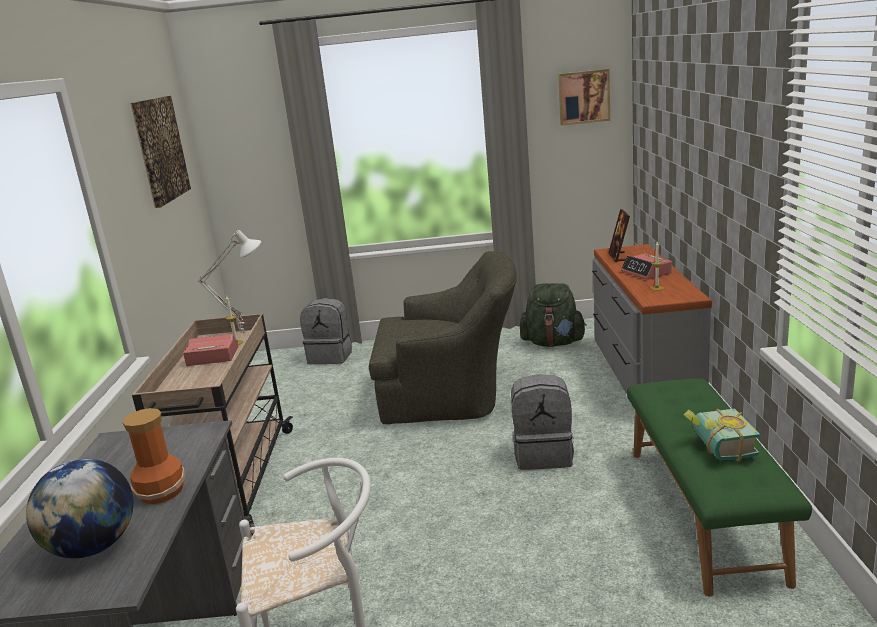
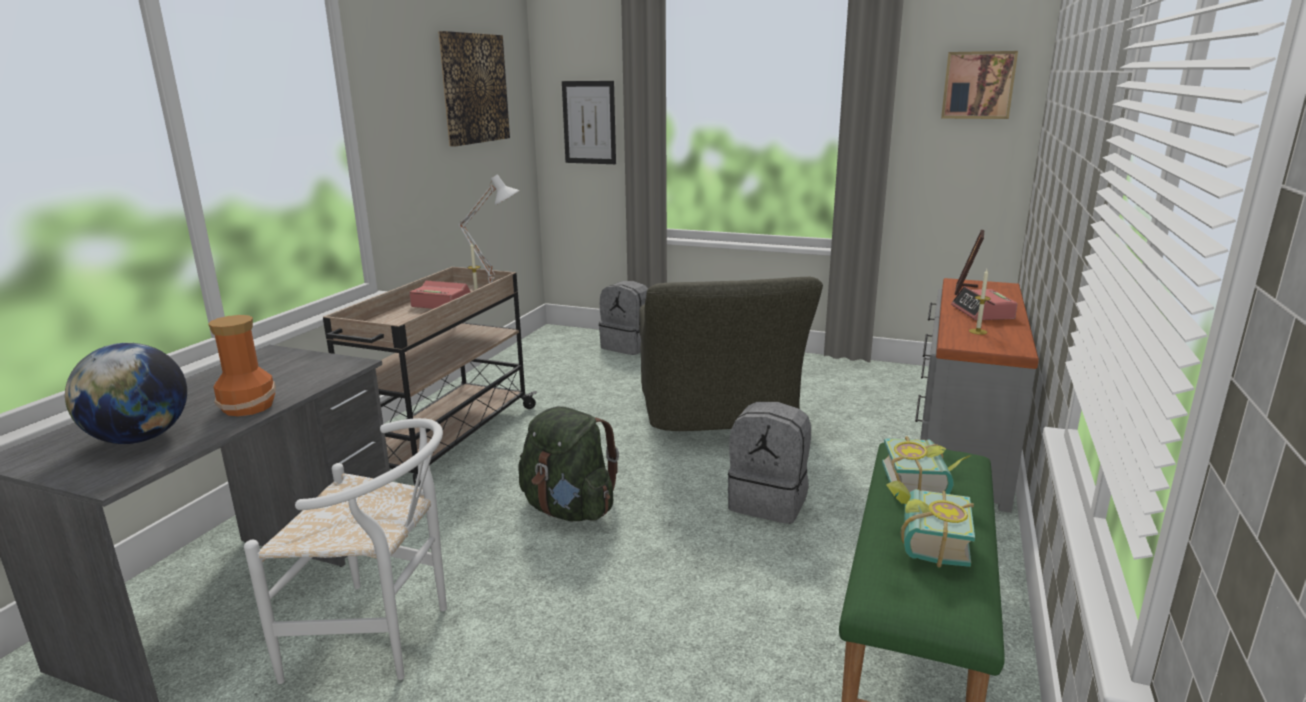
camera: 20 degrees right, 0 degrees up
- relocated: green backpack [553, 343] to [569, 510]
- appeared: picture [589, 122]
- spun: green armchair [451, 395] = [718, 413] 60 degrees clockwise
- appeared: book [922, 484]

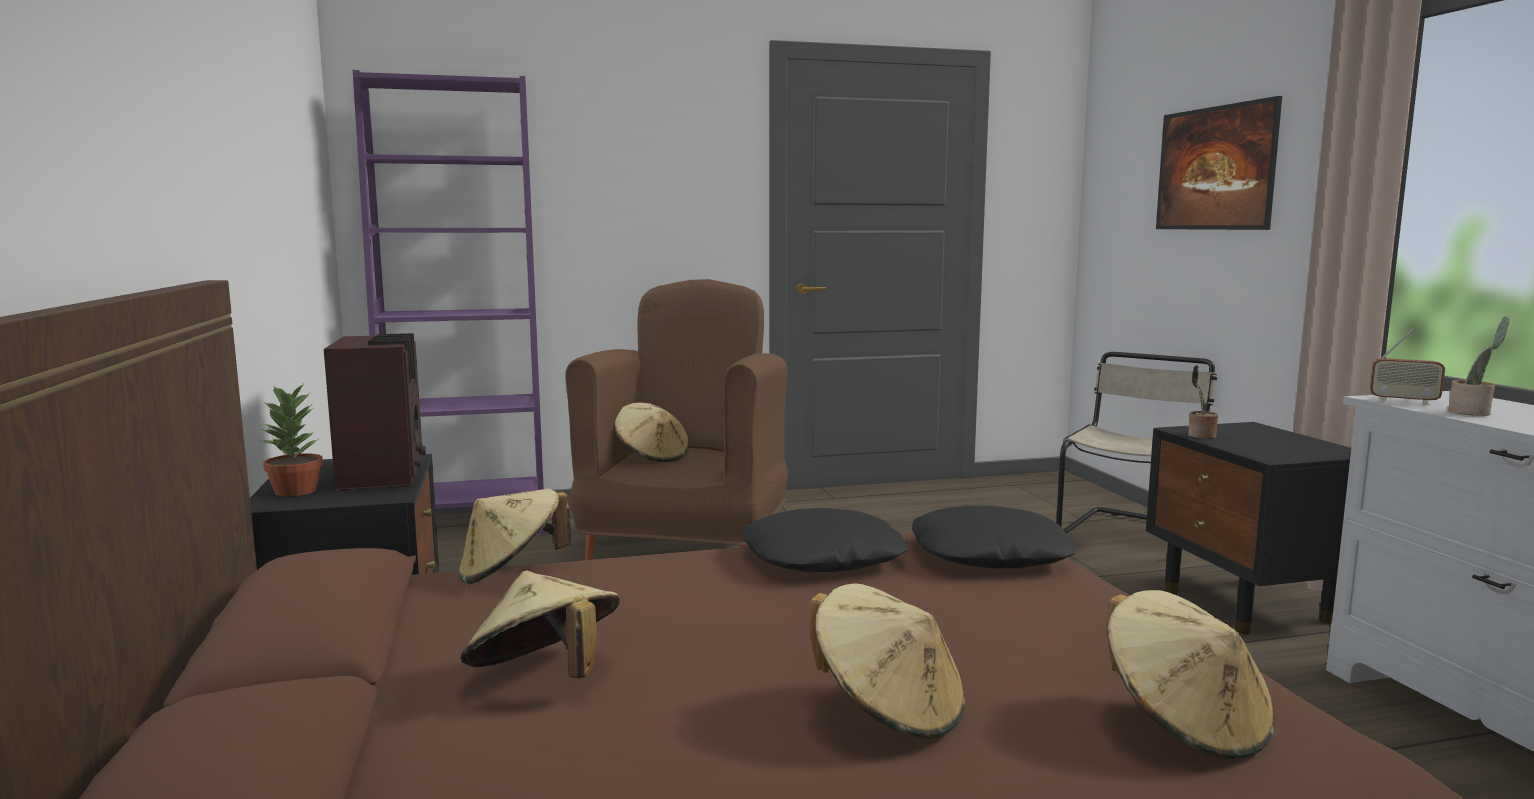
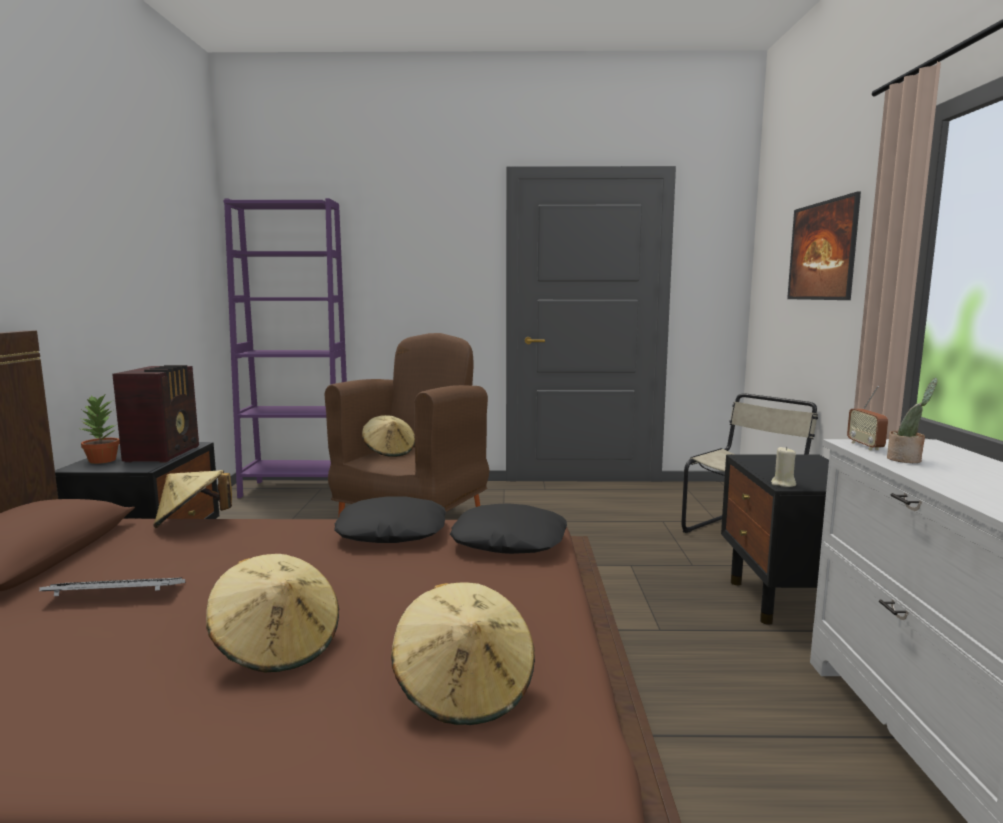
camera: 15 degrees right, 0 degrees up
- exchanged: beige hat [545, 677] to keyboard [115, 594]
- appeared: beige candle [783, 484]
- spun: radio [1403, 401] = [865, 446] 45 degrees clockwise
- missing: potted plant [1200, 436]

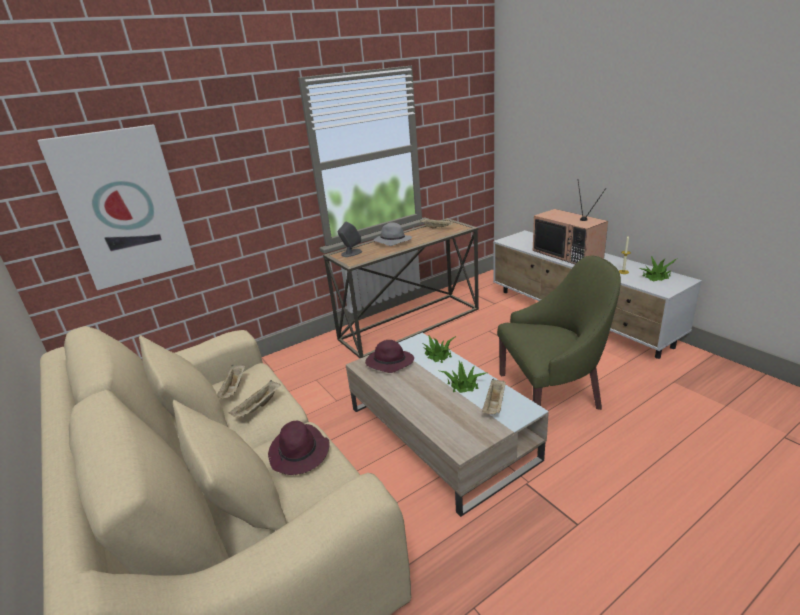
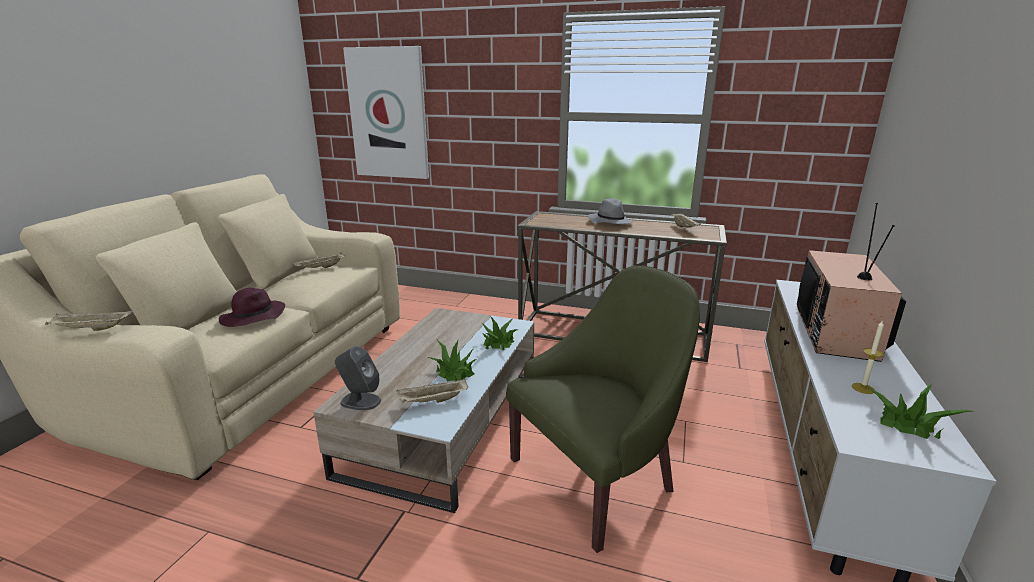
camera: 50 degrees right, 5 degrees down
- relocated: beige tray [258, 407] to [91, 329]
- relocated: grey speaker [351, 253] to [360, 401]
- spun: green armchair [551, 393] = [596, 478] 75 degrees counterclockwise
- missing: purple hat [389, 363]

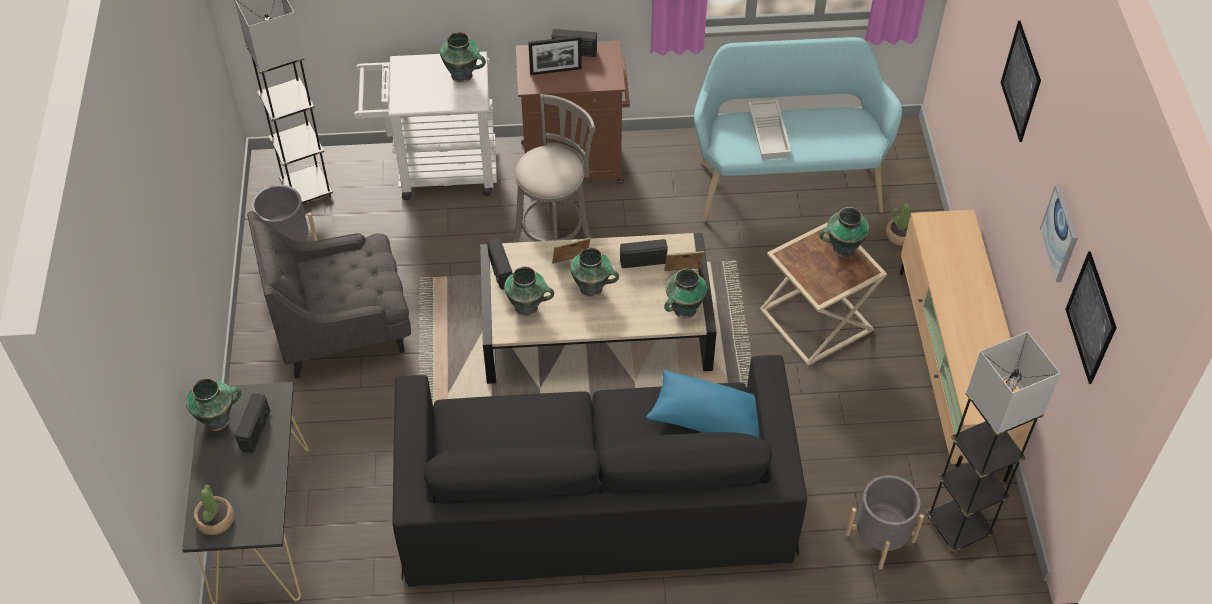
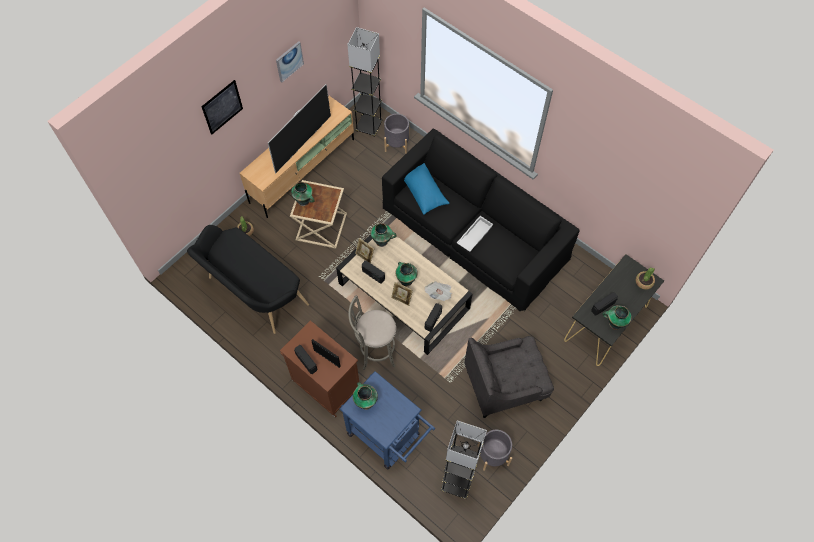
camera: 135 degrees left, 10 degrees up
- colour: turquoise bench [786, 181] to black bench [253, 293]
- appeared: television [303, 144]
- colour: white cart [436, 170] to blue cart [388, 438]
- exchanged: vase [528, 307] to newspaper [439, 294]
- relocated: white tray [770, 133] to [474, 235]
- spun: grey armchair [343, 329] = [505, 385] 135 degrees clockwise
- missing: picture [1091, 318]

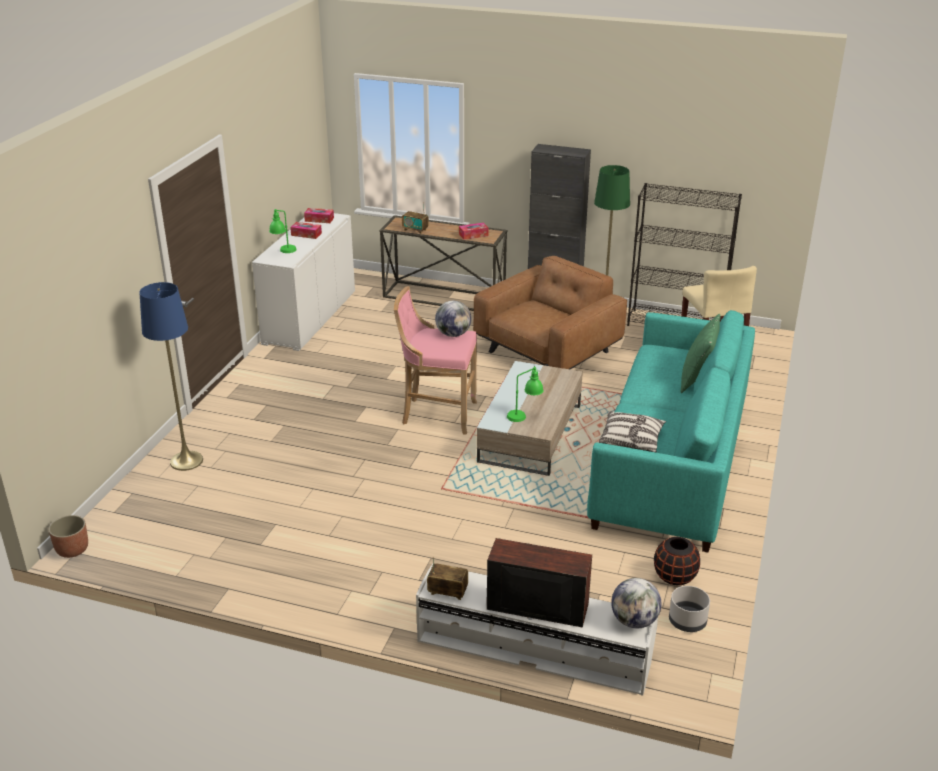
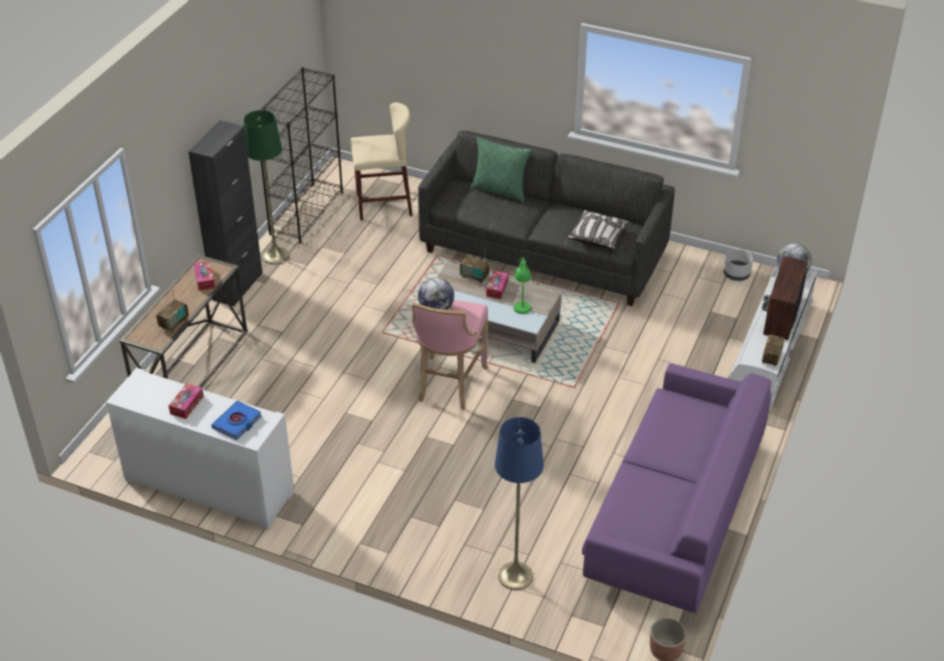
camera: 85 degrees left, 10 degrees up
- exchanged: green table lamp [284, 252] to blue book [237, 423]
- colour: turquoise sofa [671, 463] to grey sofa [543, 252]
- appeared: radio [474, 277]
- relocated: tissue box [319, 219] to [497, 288]
- appeared: purple sofa [673, 513]
- missing: brown armchair [548, 352]
- missing: black vase [674, 577]

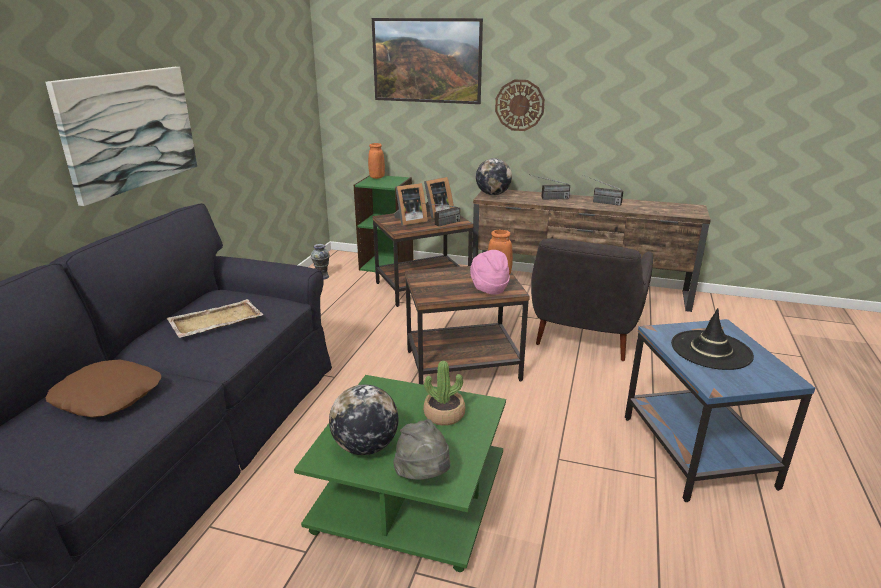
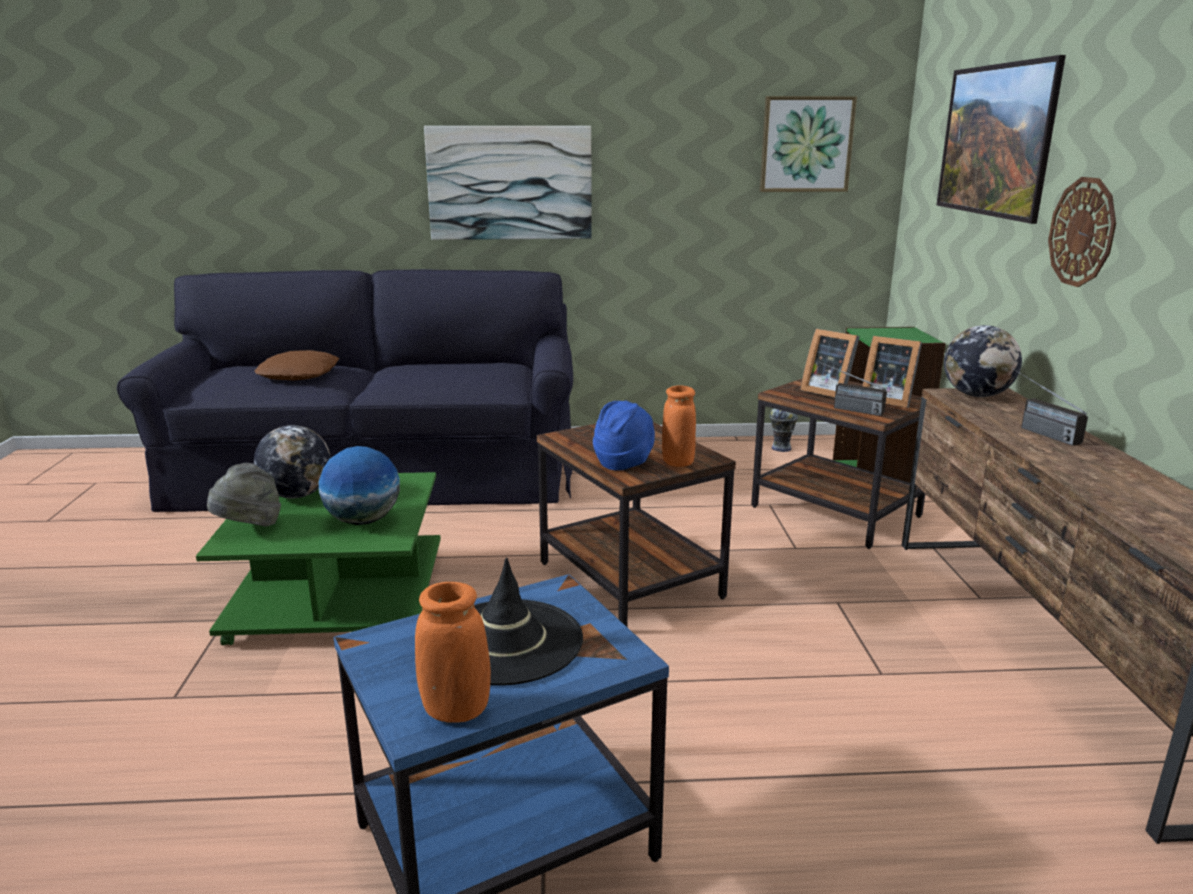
camera: 70 degrees right, 5 degrees down
- exchanged: potted plant [444, 414] to globe [363, 521]
- relocated: orange vase [377, 177] to [455, 710]
- colour: pink hat [488, 288] to blue hat [624, 462]
- appeared: picture [806, 144]
- missing: beige tray [215, 321]
- missing: grey armchair [584, 337]
- missing: radio [599, 202]

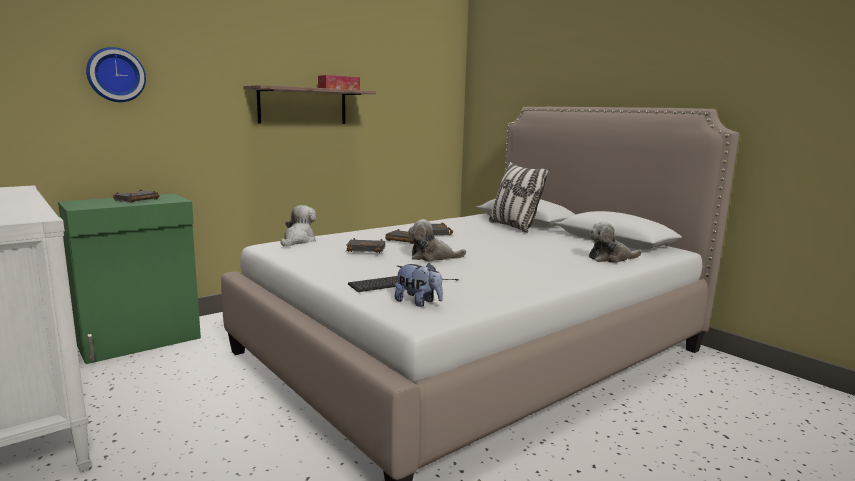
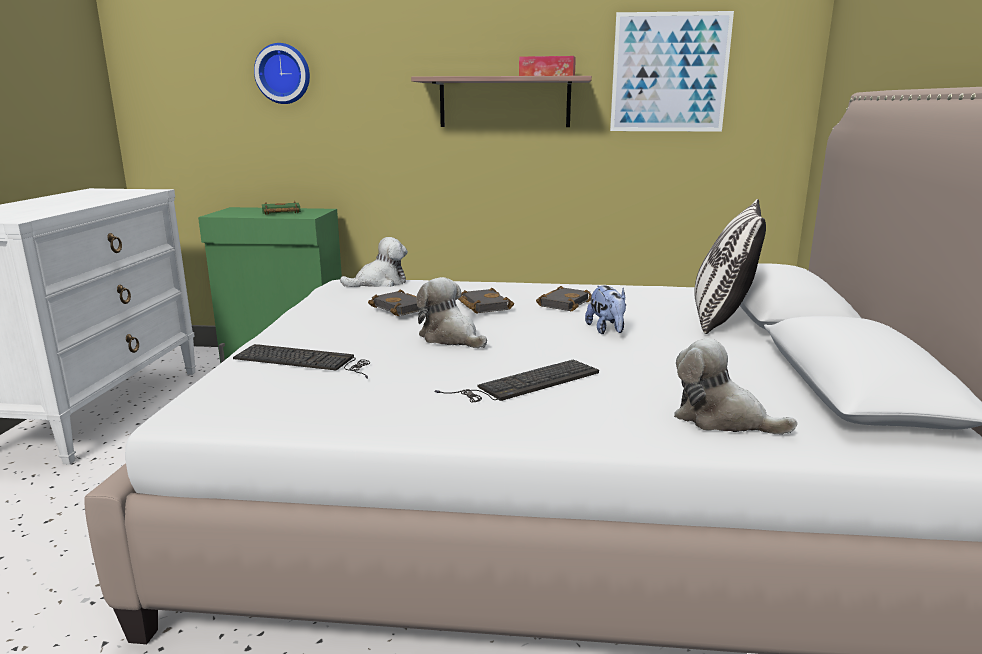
camera: 45 degrees right, 5 degrees up
- colour: black book [136, 200] to green book [280, 212]
- appeared: keyboard [525, 383]
- relocated: plush toy [418, 302] to [607, 330]
- appeared: picture [669, 73]

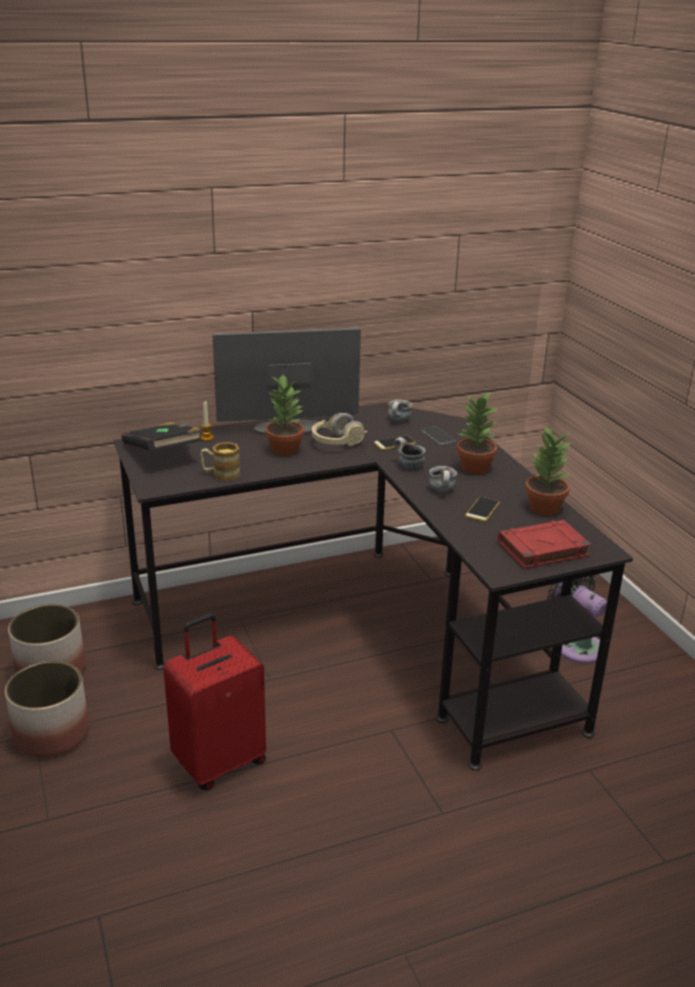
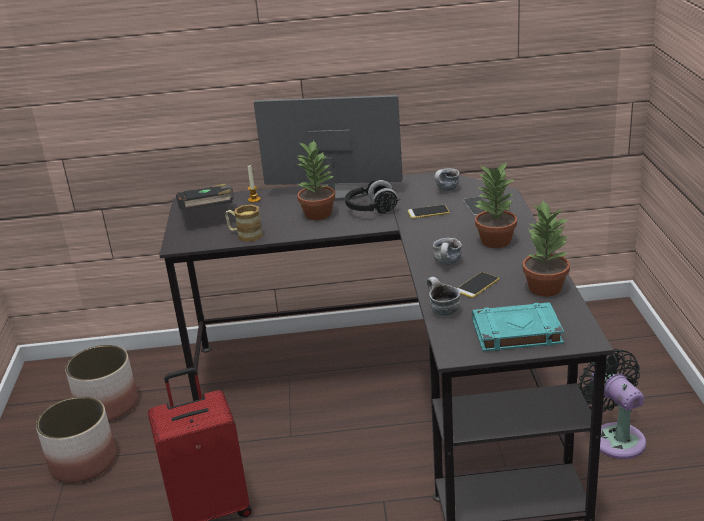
camera: 20 degrees right, 0 degrees up
- colour: beige headphones [337, 443] to black headphones [372, 210]
- relocated: mug [407, 465] to [441, 310]
- colour: red book [542, 549] to turquoise book [515, 332]

